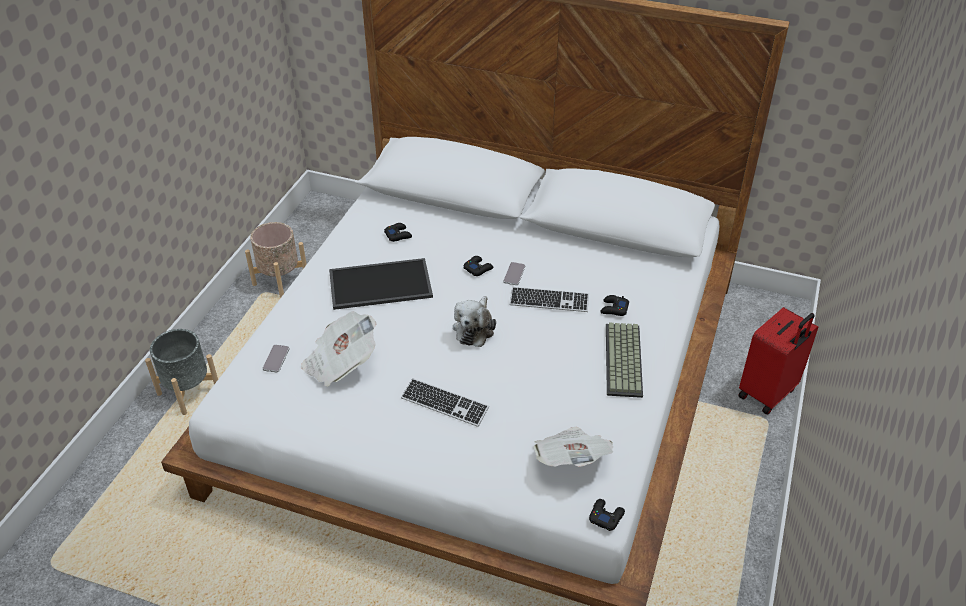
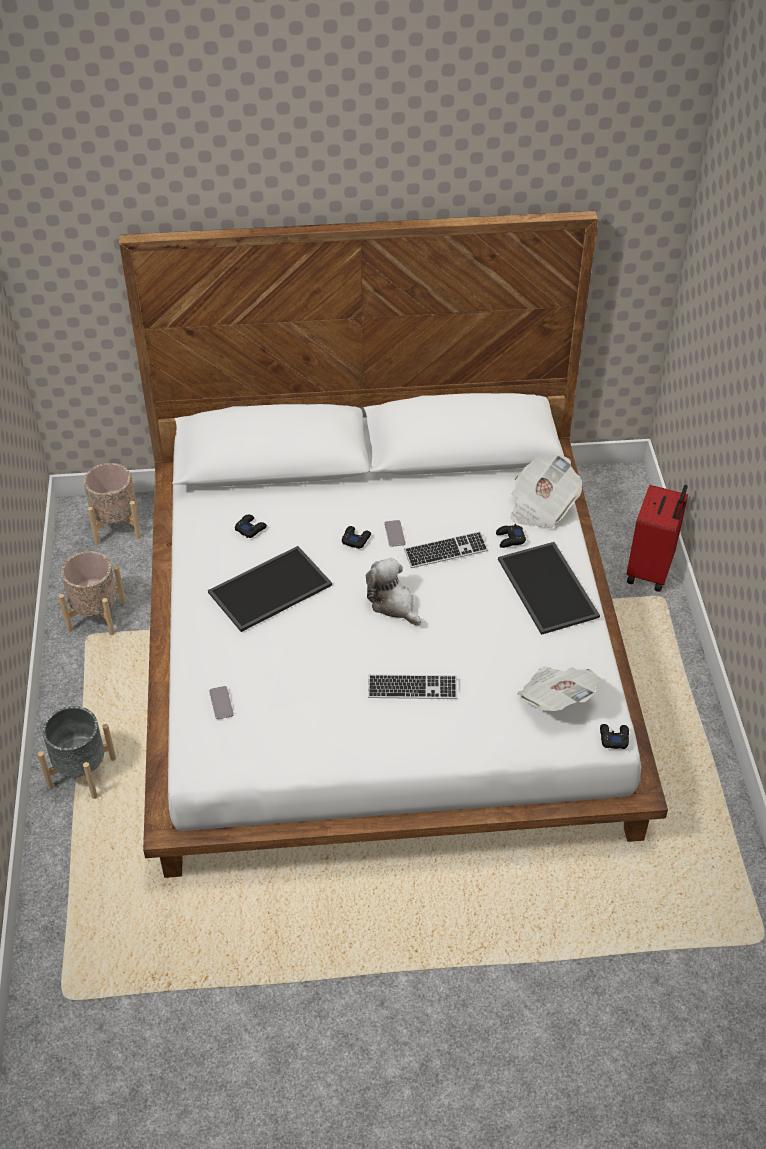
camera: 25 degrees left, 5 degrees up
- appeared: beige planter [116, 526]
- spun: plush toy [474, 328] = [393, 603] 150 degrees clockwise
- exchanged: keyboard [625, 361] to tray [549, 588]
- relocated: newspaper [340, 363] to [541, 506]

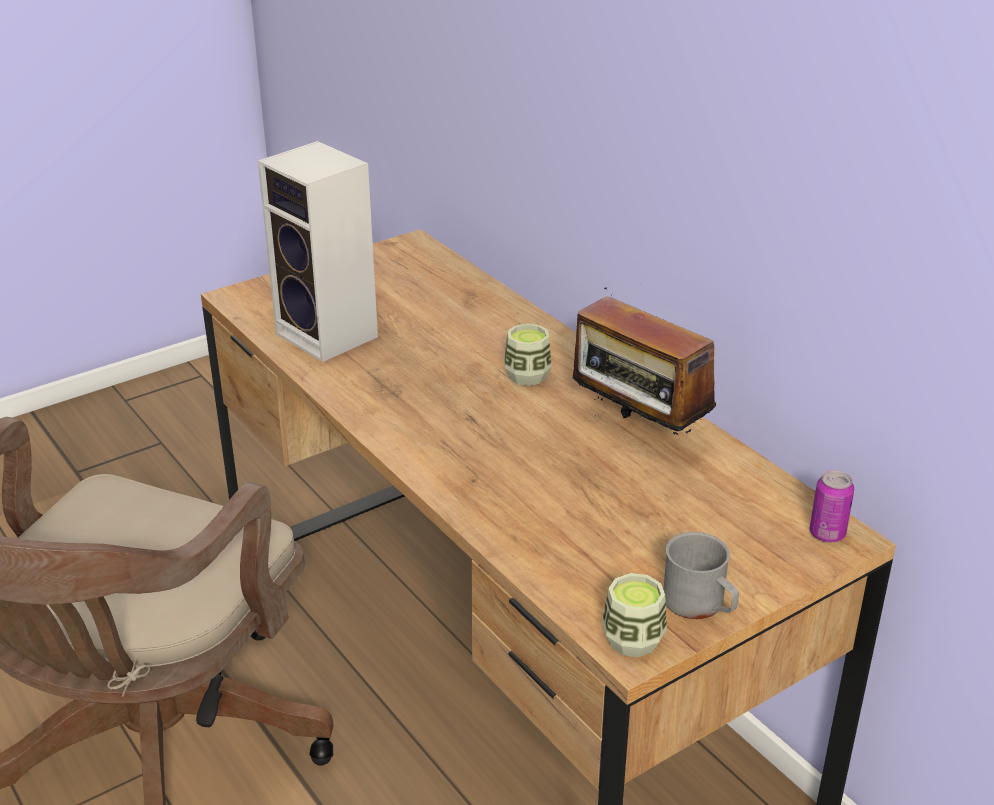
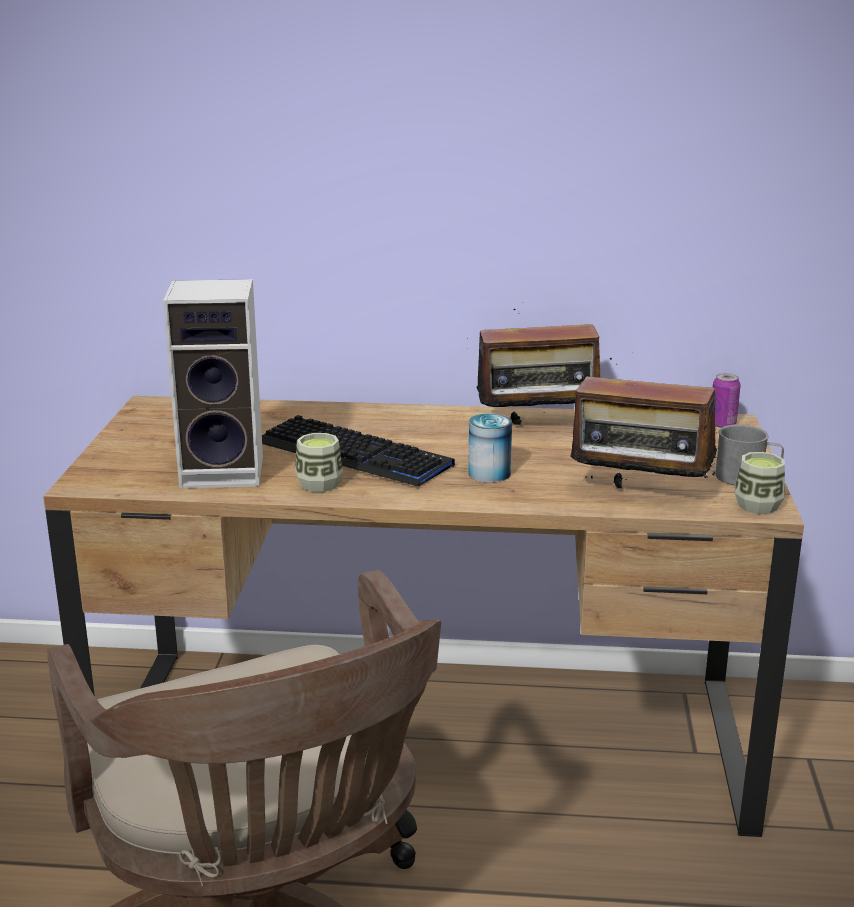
camera: 50 degrees left, 10 degrees down
- appeared: keyboard [354, 455]
- relocated: cup [527, 376] to [319, 484]
- appeared: can [489, 473]
- appeared: radio [639, 496]

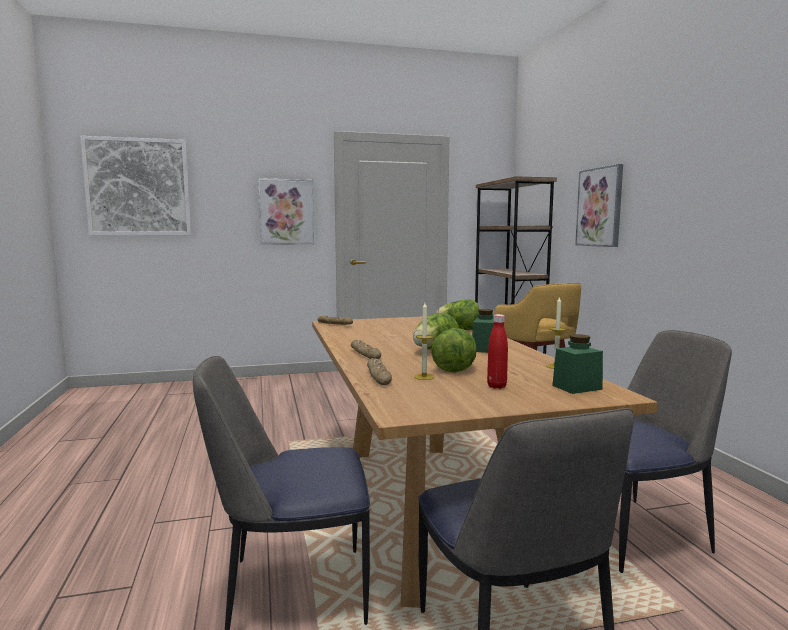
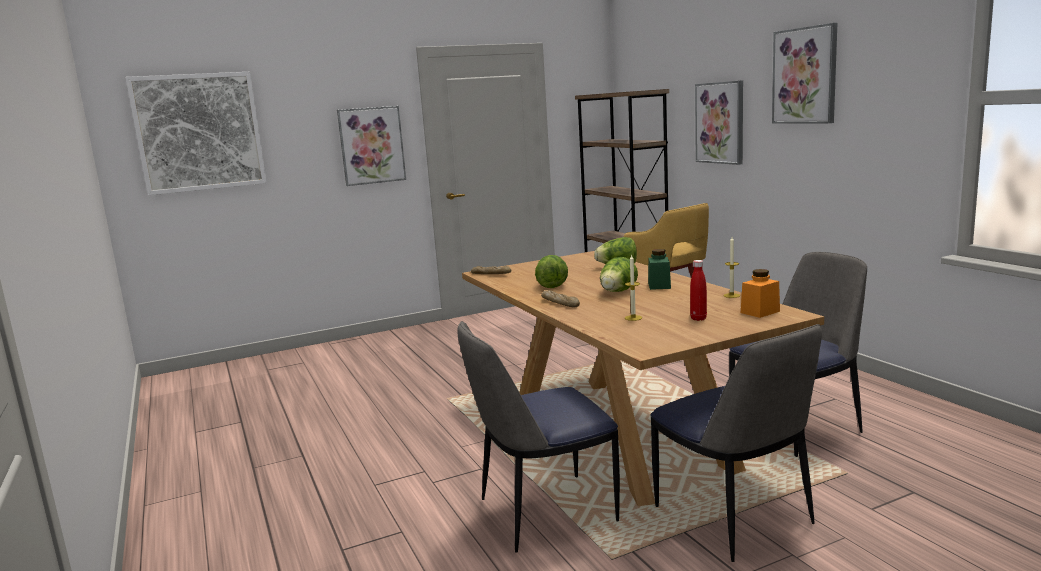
camera: 10 degrees left, 5 degrees up
- relocated: lettuce [455, 368] to [552, 285]
- colour: green jar [577, 387] to orange jar [760, 312]
- appeared: picture [805, 76]
- missing: bread [379, 377]

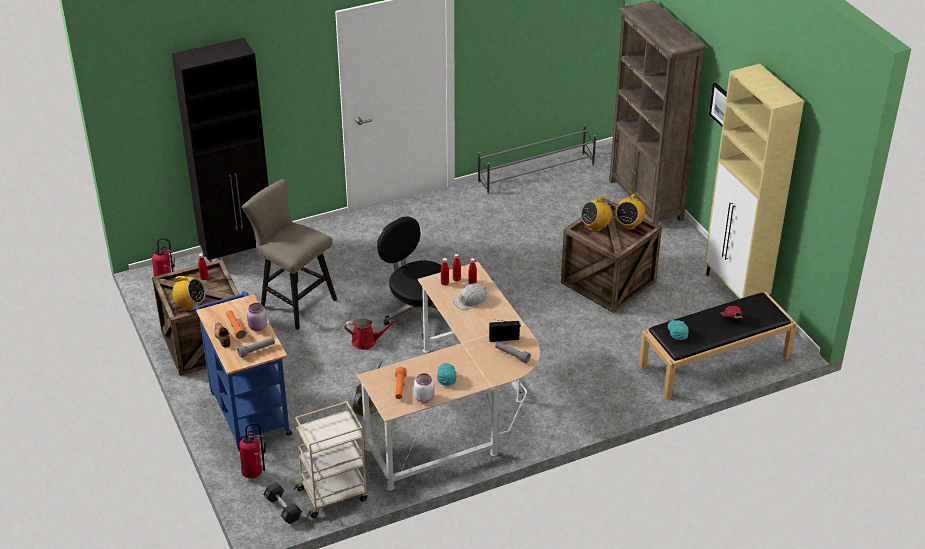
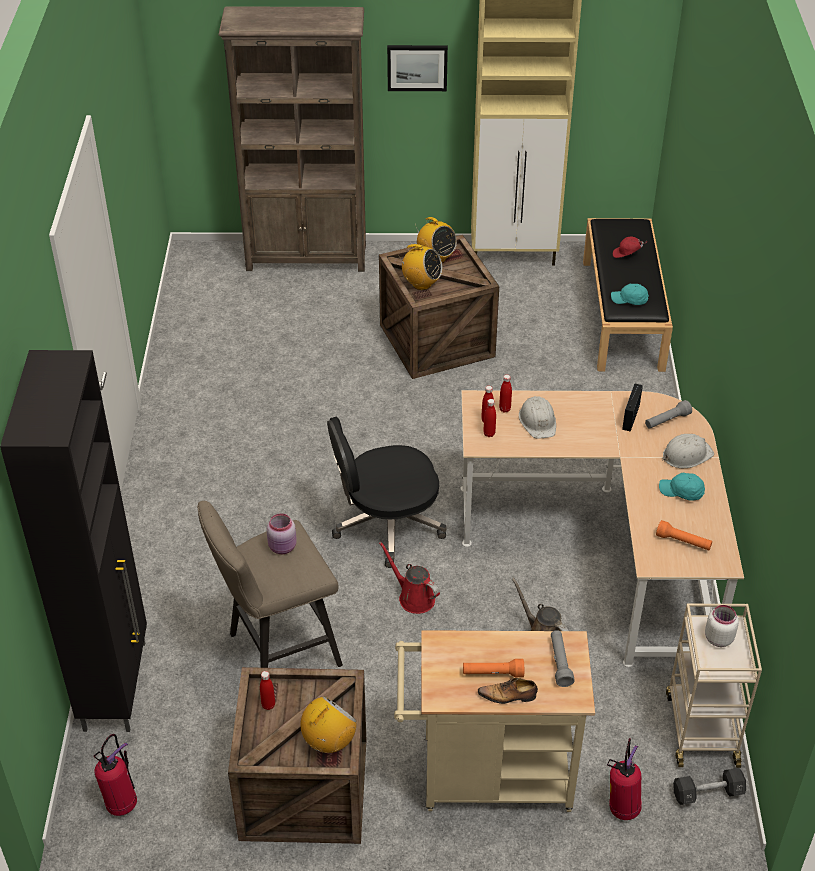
camera: 65 degrees left, 5 degrees up
- relocated: pink jar [257, 327] to [283, 547]
- spun: red watering can [366, 342] = [413, 597] 75 degrees counterclockwise
- colour: blue cart [248, 410] to beige cart [486, 776]
- spun: radio [595, 227] = [421, 284] 60 degrees counterclockwise
- appeared: white hard hat [686, 455]
- relocated: white jar [424, 397] to [718, 638]
- missing: grey shoe rack [537, 173]

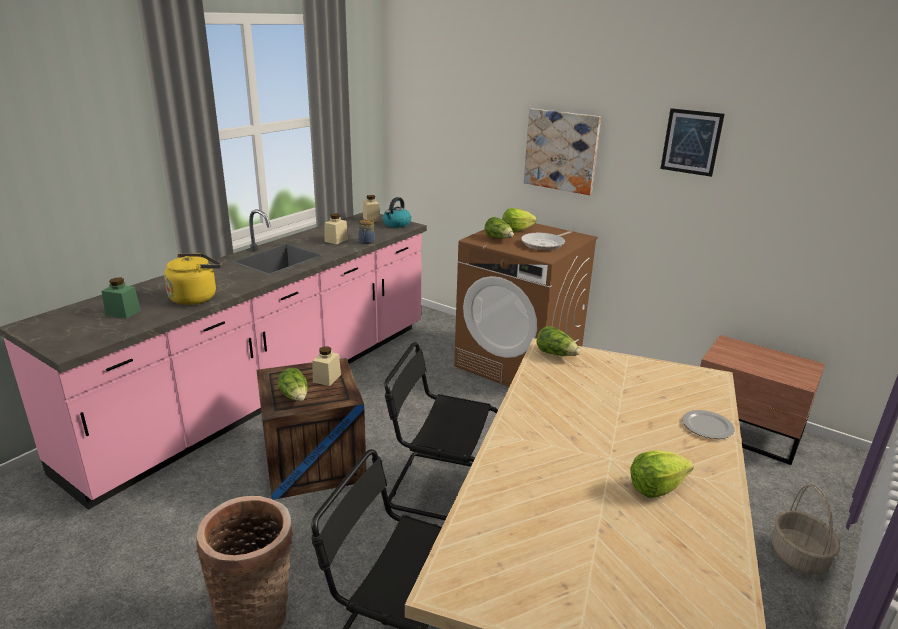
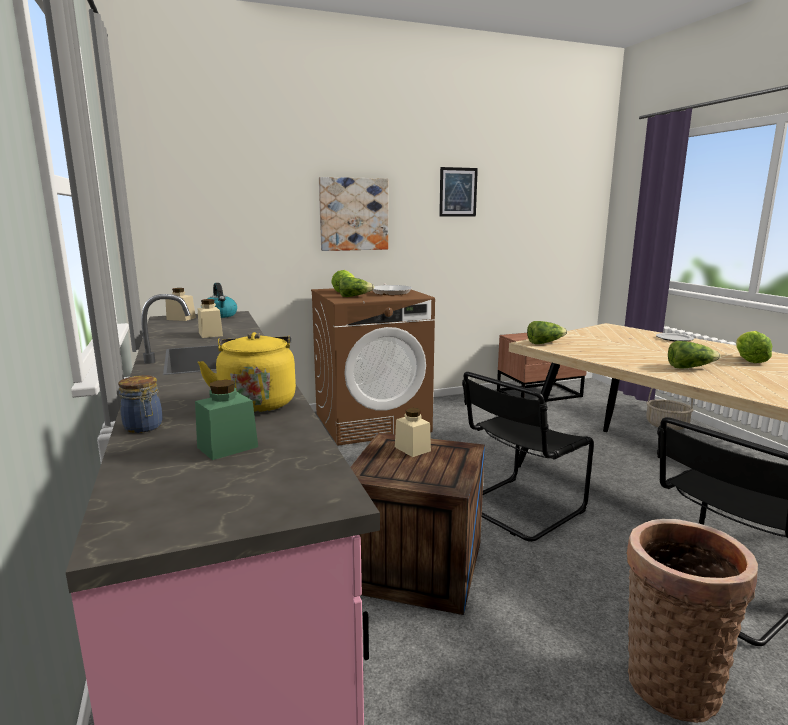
camera: 55 degrees left, 10 degrees down
- relocated: jar [366, 242] to [144, 427]
- relocated: lettuce [295, 396] to [689, 367]

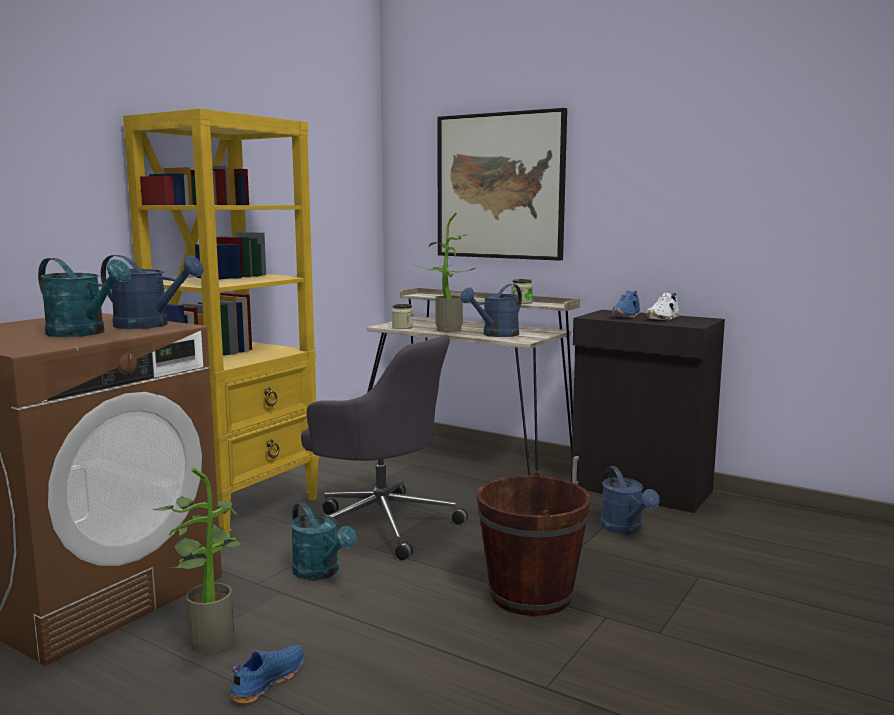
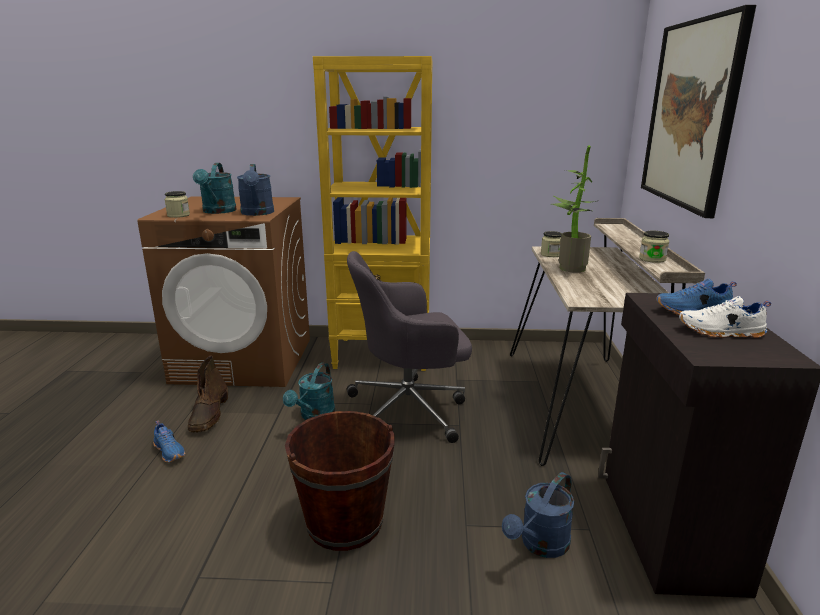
camera: 60 degrees right, 10 degrees up
- spun: blue shoe [267, 681] = [170, 451] 45 degrees clockwise
- appeared: jar [178, 215]
- exchanged: potted plant [209, 639] to brown boot [209, 414]
- spun: grey office chair [381, 524] = [409, 409] 75 degrees clockwise
- missing: blue watering can [496, 335]

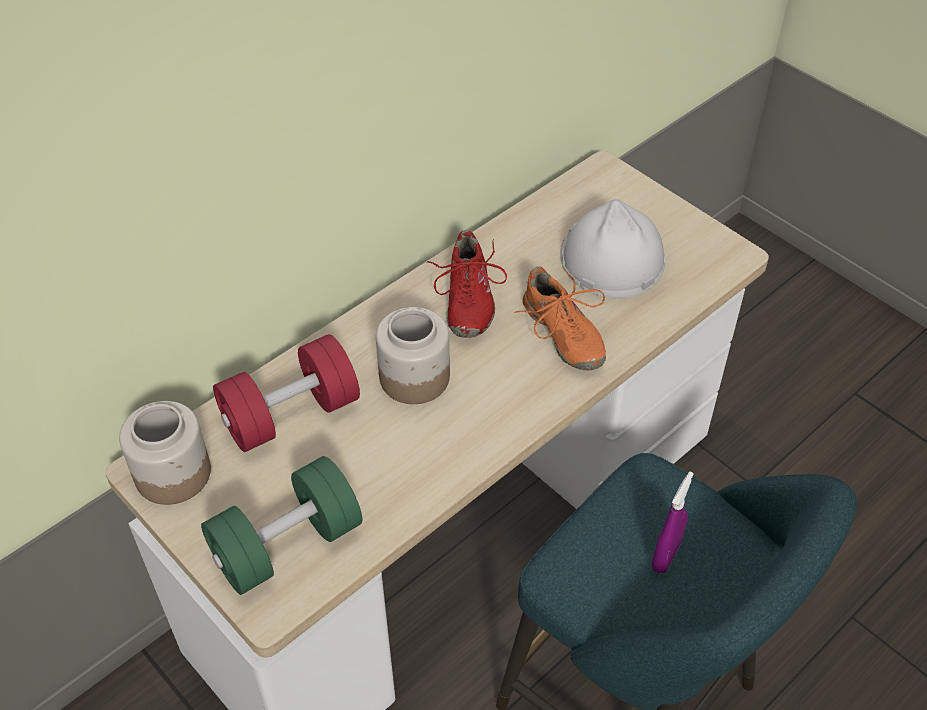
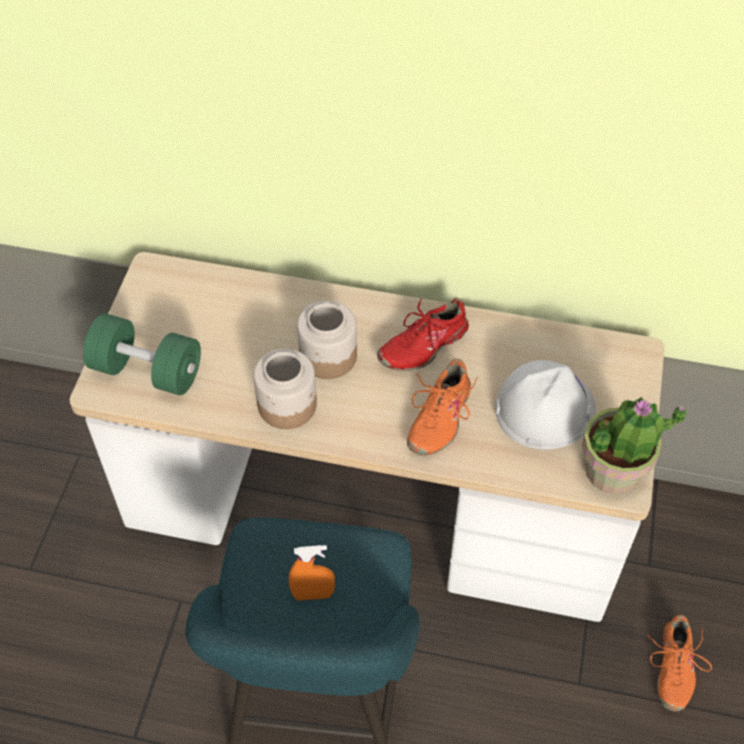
camera: 55 degrees right, 5 degrees up
- relocated: jar [173, 473] to [288, 405]
- colour: purple spray bottle [665, 556] to orange spray bottle [313, 594]
- appeared: potted plant [613, 471]
- appeared: orange shoe [673, 668]
- missing: red dumbbell [291, 414]

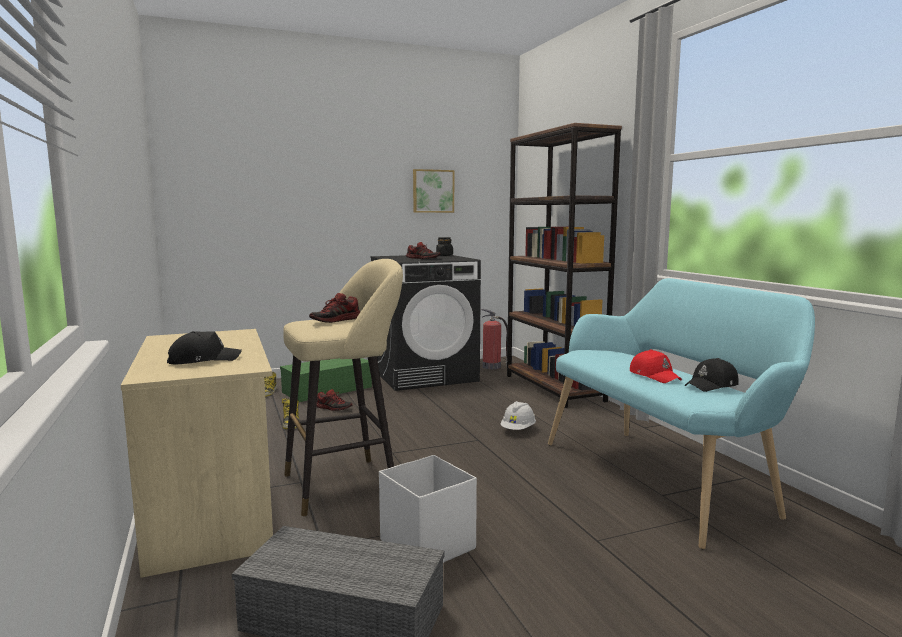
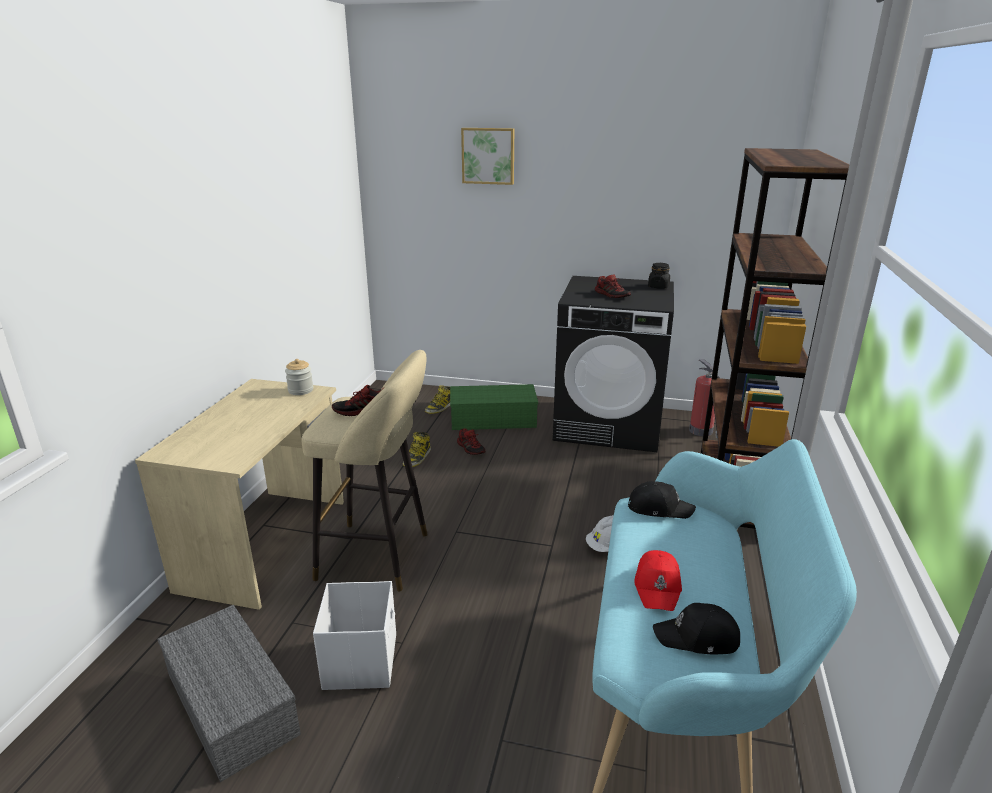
camera: 35 degrees right, 15 degrees up
- appeared: jar [300, 390]
- relocated: picture [433, 191] to [488, 156]
- relocated: black cap [203, 360] to [659, 508]

